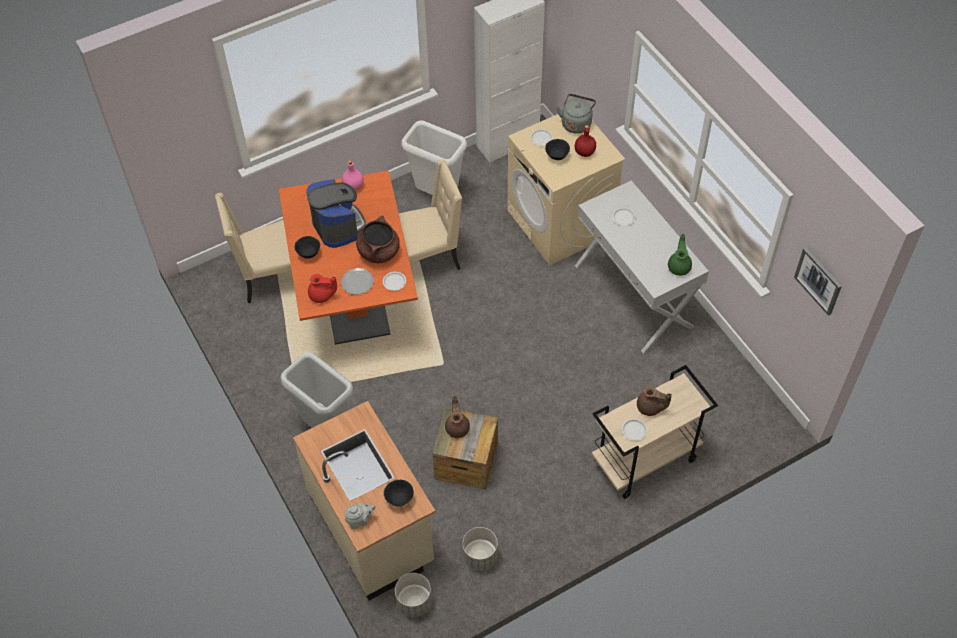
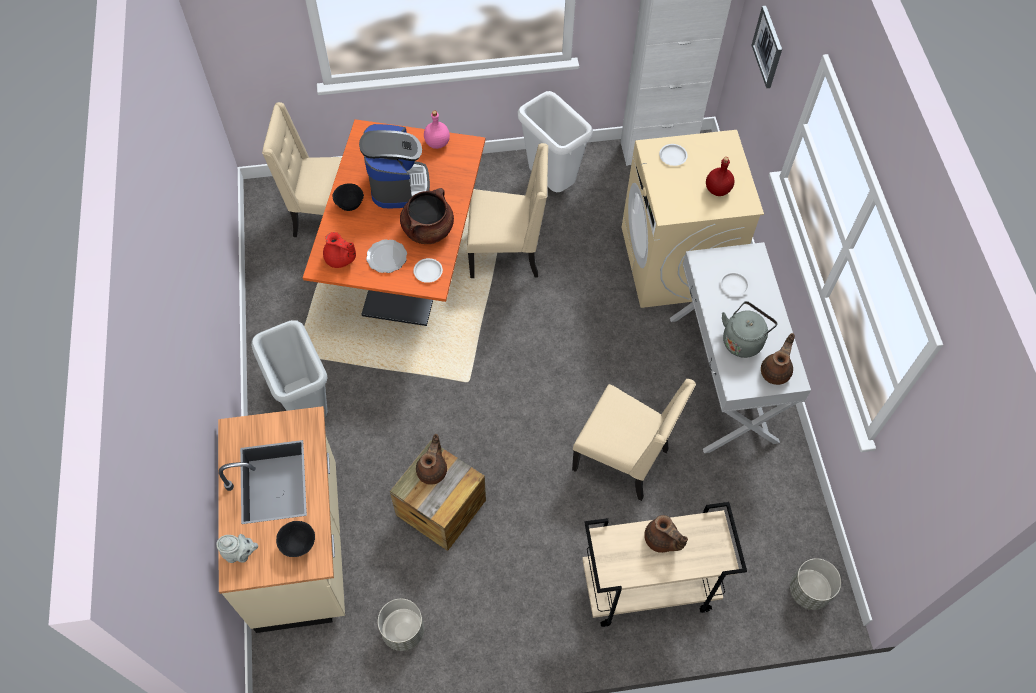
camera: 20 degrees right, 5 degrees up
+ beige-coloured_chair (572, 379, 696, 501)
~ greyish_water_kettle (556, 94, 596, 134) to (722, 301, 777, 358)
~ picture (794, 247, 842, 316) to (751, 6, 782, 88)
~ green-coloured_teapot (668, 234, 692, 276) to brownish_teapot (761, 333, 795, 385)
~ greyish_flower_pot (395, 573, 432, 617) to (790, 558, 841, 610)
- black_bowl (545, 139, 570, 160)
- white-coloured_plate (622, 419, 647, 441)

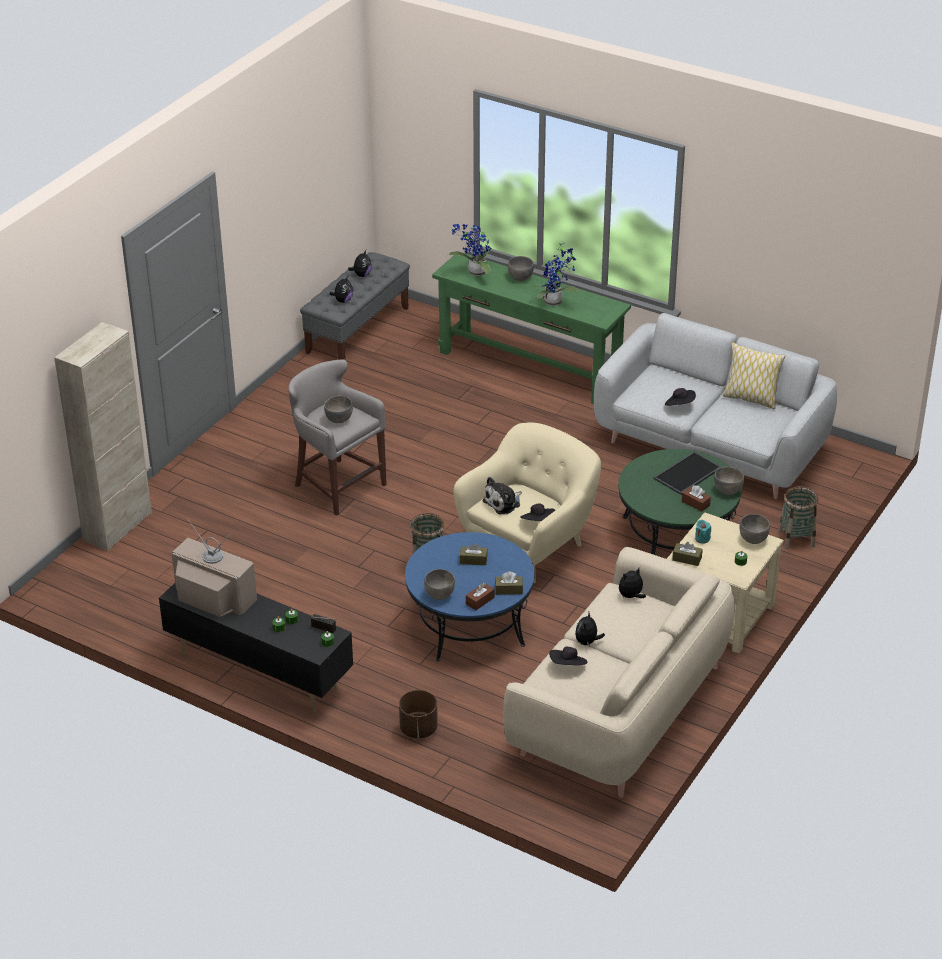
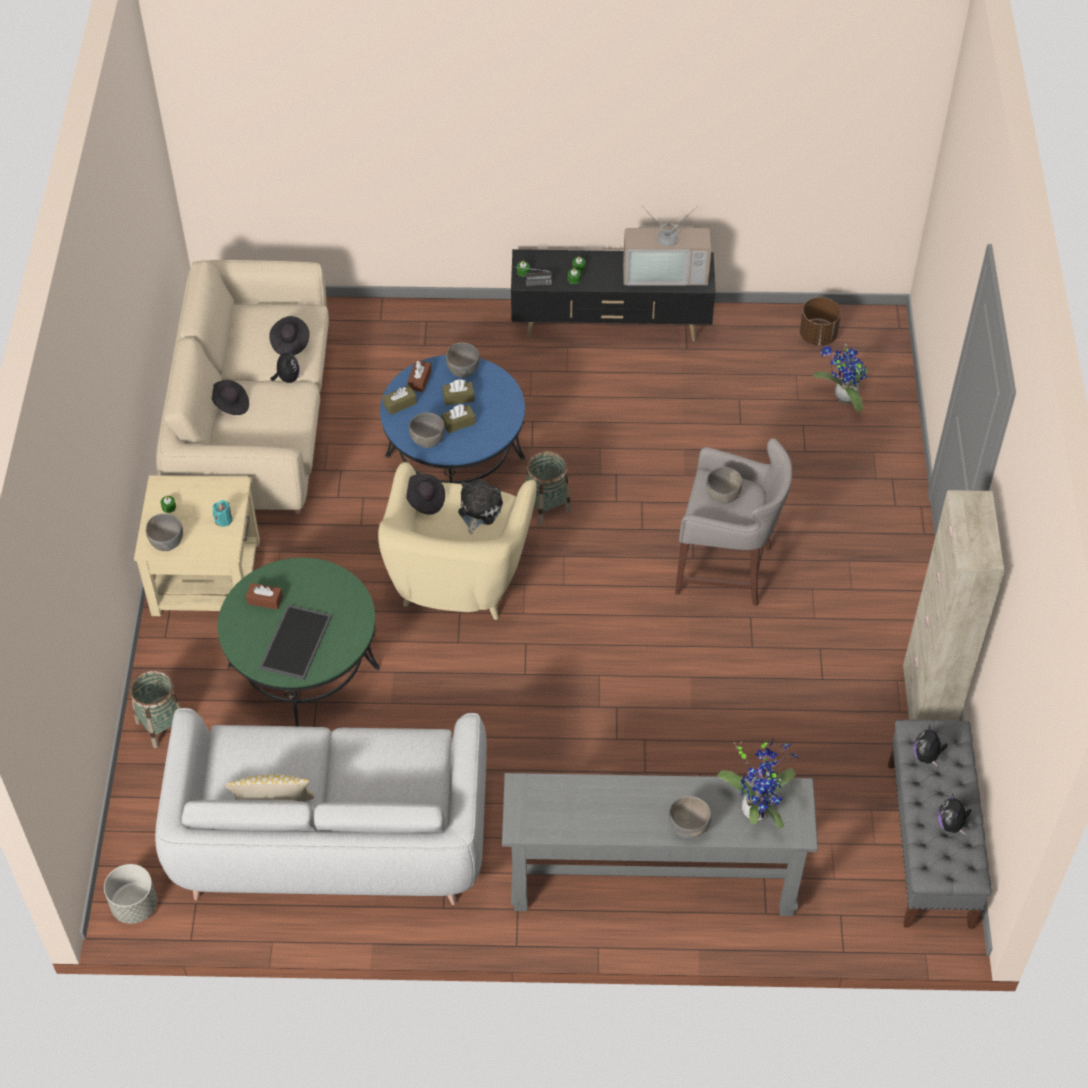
camera: 150 degrees right, 15 degrees up
+ greyish_flower_pot (104, 864, 157, 924)
~ black_hat (665, 388, 696, 406) to (211, 380, 249, 415)
~ greyish_bowl (714, 467, 744, 495) to (409, 412, 445, 448)
~ brownish_box_of_tissues (672, 542, 703, 566) to (442, 379, 475, 405)
~ green-coloured_hall_table (432, 254, 631, 404) to greyish_hall_table (502, 773, 818, 916)
~ brownish_flower_pot (399, 690, 438, 738) to (800, 297, 841, 346)
~ houseplant (533, 241, 579, 306) to (813, 344, 869, 412)
~ beige-coloured_cabinet (54, 322, 152, 551) to (903, 490, 1004, 721)
- cuddly_toy (619, 568, 646, 598)

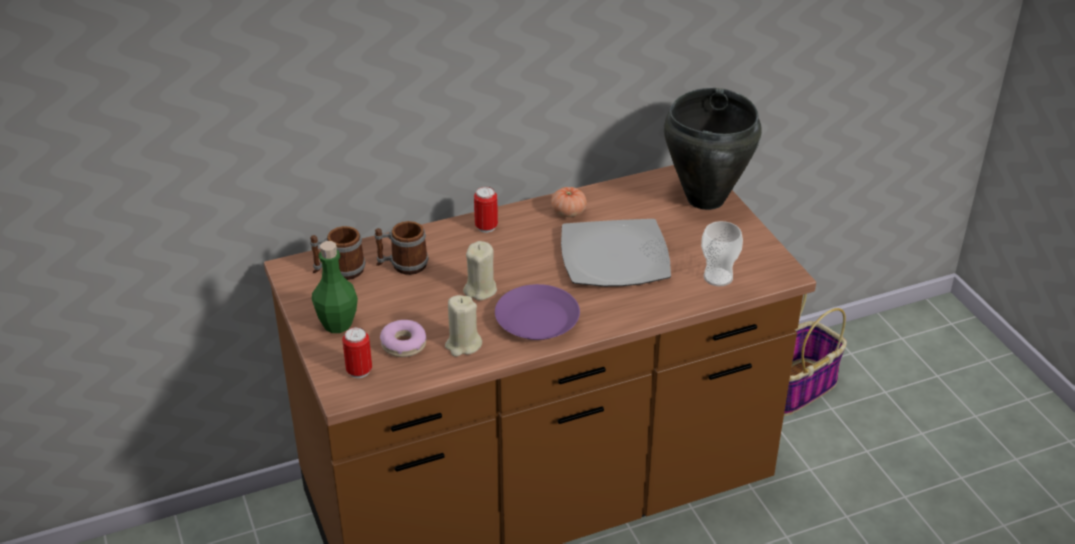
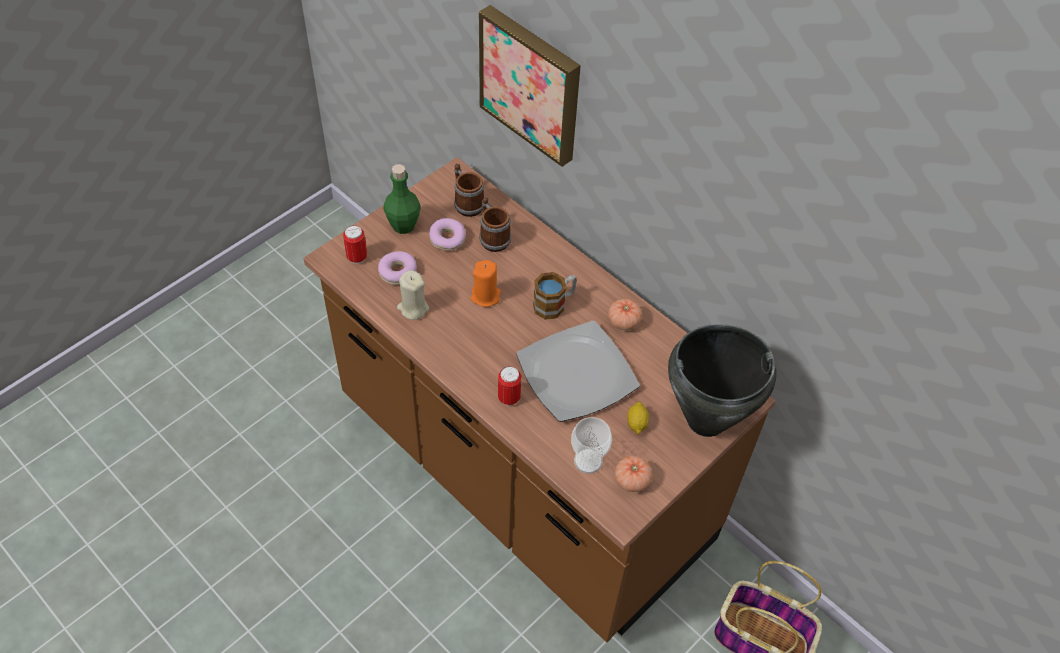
camera: 65 degrees right, 15 degrees up
+ donut (429, 218, 466, 251)
~ beige-coloured_wax_candle (463, 241, 497, 300) to orange-coloured_wax_candle (471, 260, 501, 307)
+ picture (479, 5, 581, 167)
~ sealed_can (474, 187, 498, 233) to (498, 366, 521, 405)
+ mug (533, 272, 577, 319)
+ whole_tomato (615, 456, 653, 492)
+ whole_lemon (627, 402, 649, 435)
- purple_plate (495, 284, 580, 340)

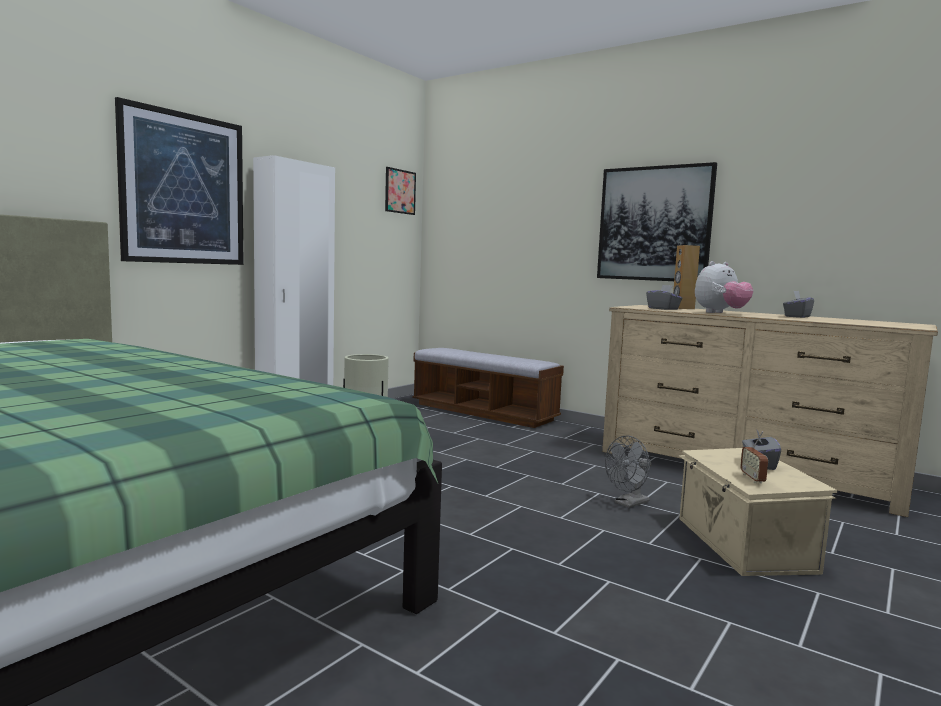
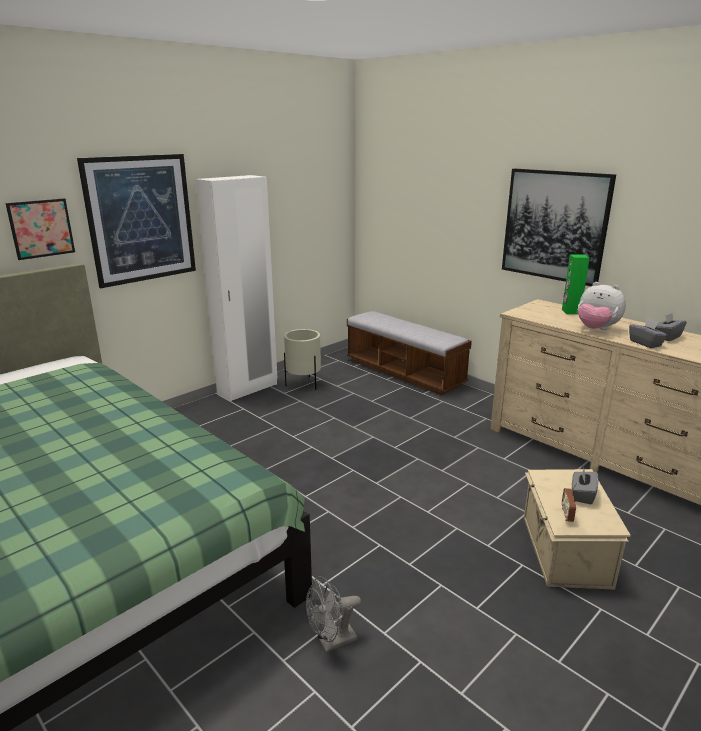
camera: 10 degrees right, 15 degrees up
~ picture (385, 167, 416, 215) to (5, 198, 75, 260)
~ greyish_electric_fan (605, 436, 652, 508) to (306, 576, 361, 653)
~ brownish_speaker (673, 245, 700, 309) to green-coloured_speaker (562, 254, 590, 314)
~ cuddly_toy (695, 261, 753, 313) = (578, 282, 626, 330) 60 degrees clockwise
~ greyish_box_of_tissues (646, 285, 683, 310) to (629, 319, 668, 348)

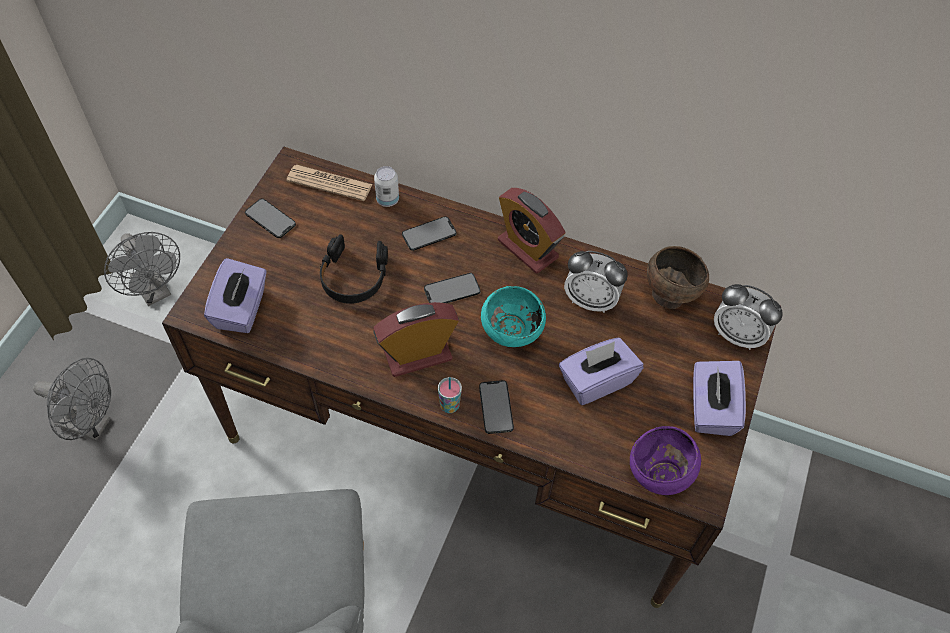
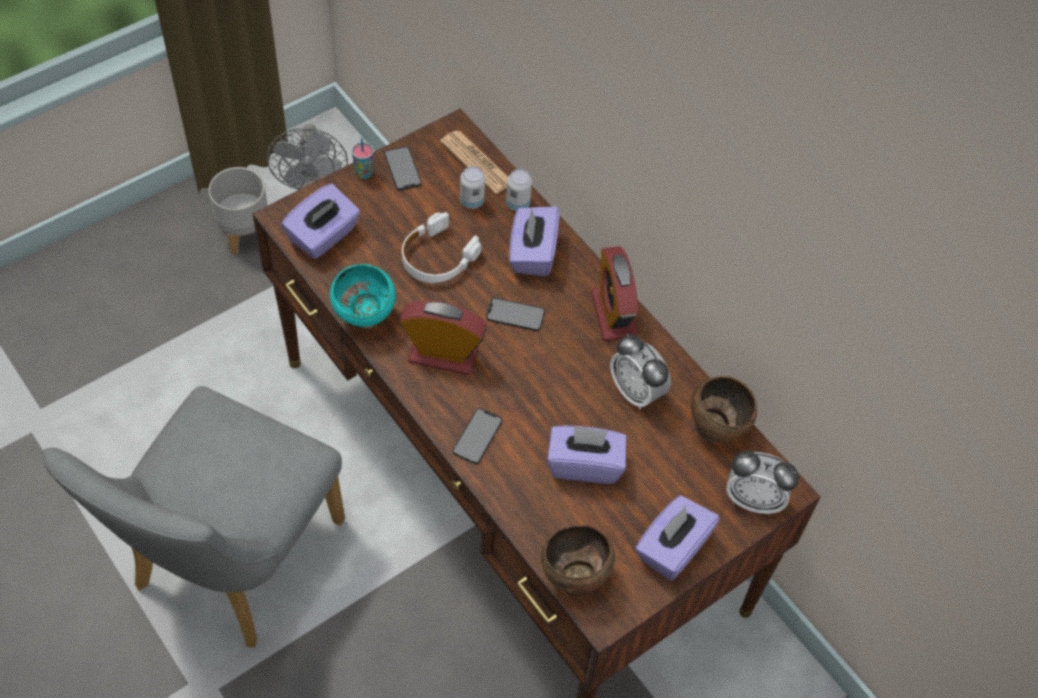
camera: 30 degrees right, 0 degrees up
+ greyish_flower_pot (209, 167, 268, 255)
~ turquoise_bowl (481, 286, 546, 347) to (330, 264, 396, 327)
~ small_cup (438, 377, 462, 413) to (352, 138, 374, 179)
~ black_headset (320, 234, 388, 304) to white-coloured_headset (402, 212, 482, 283)
+ sealed_can (460, 166, 485, 209)
~ telephone (402, 216, 457, 251) to purple_box_of_tissues (509, 207, 560, 277)
~ purple_bowl (630, 426, 701, 495) to brownish_bowl (541, 525, 615, 596)
~ alarm_clock (714, 284, 783, 350) = (726, 451, 799, 514) 45 degrees counterclockwise
- greyish_electric_fan (33, 358, 111, 441)

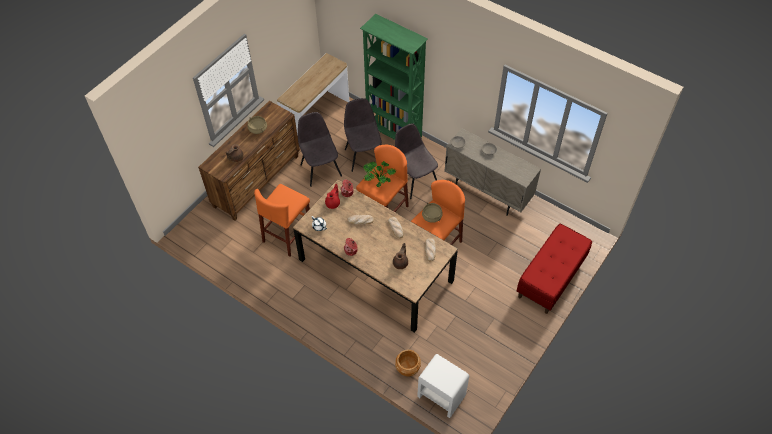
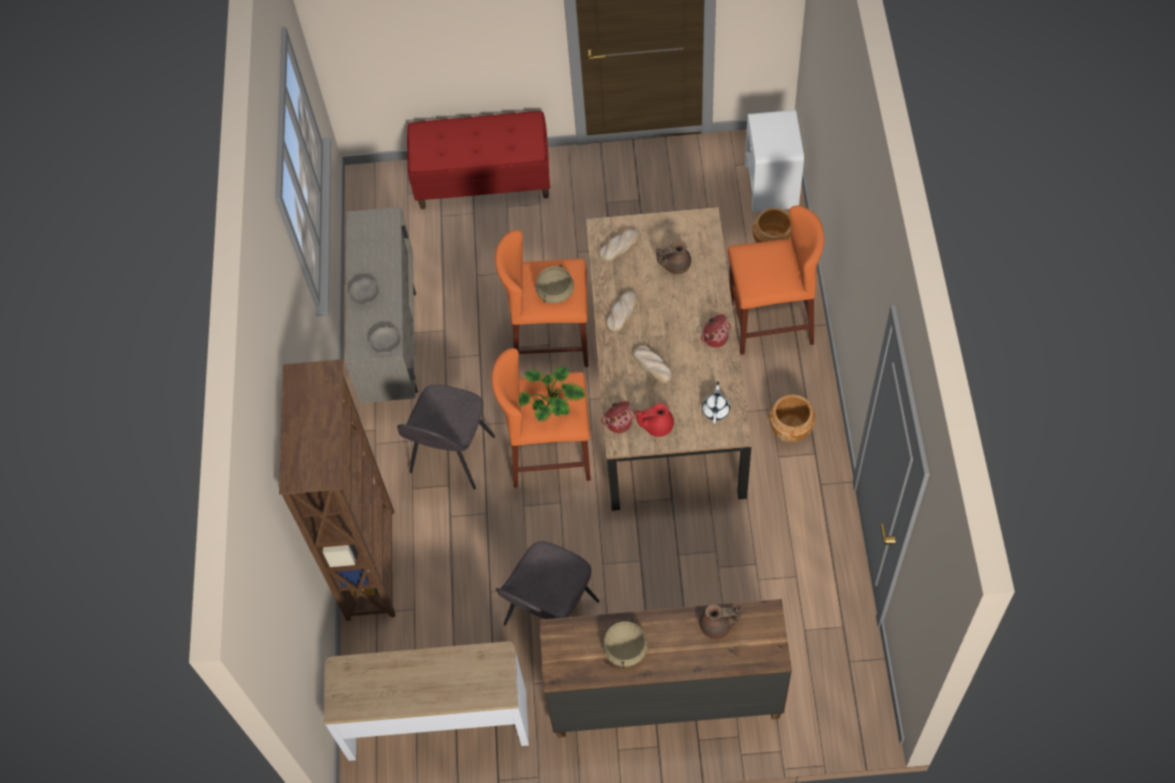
camera: 125 degrees left, 5 degrees up
~ green-coloured_bookcase (360, 14, 428, 140) to brownish_bookcase (279, 359, 395, 621)
~ orange-coloured_stool_seat (254, 184, 310, 257) to (728, 205, 824, 355)
+ brownish_flower_pot (769, 394, 815, 443)
- greyish_chair (344, 98, 382, 172)

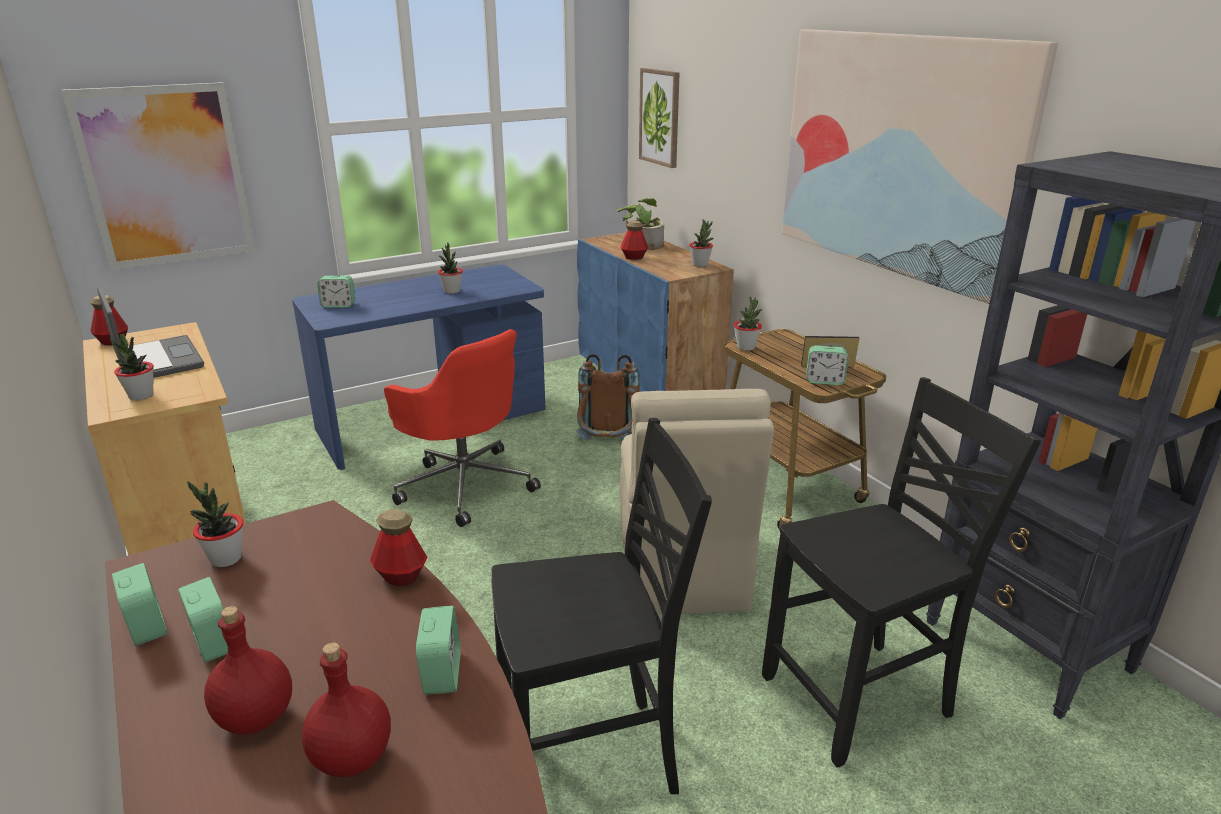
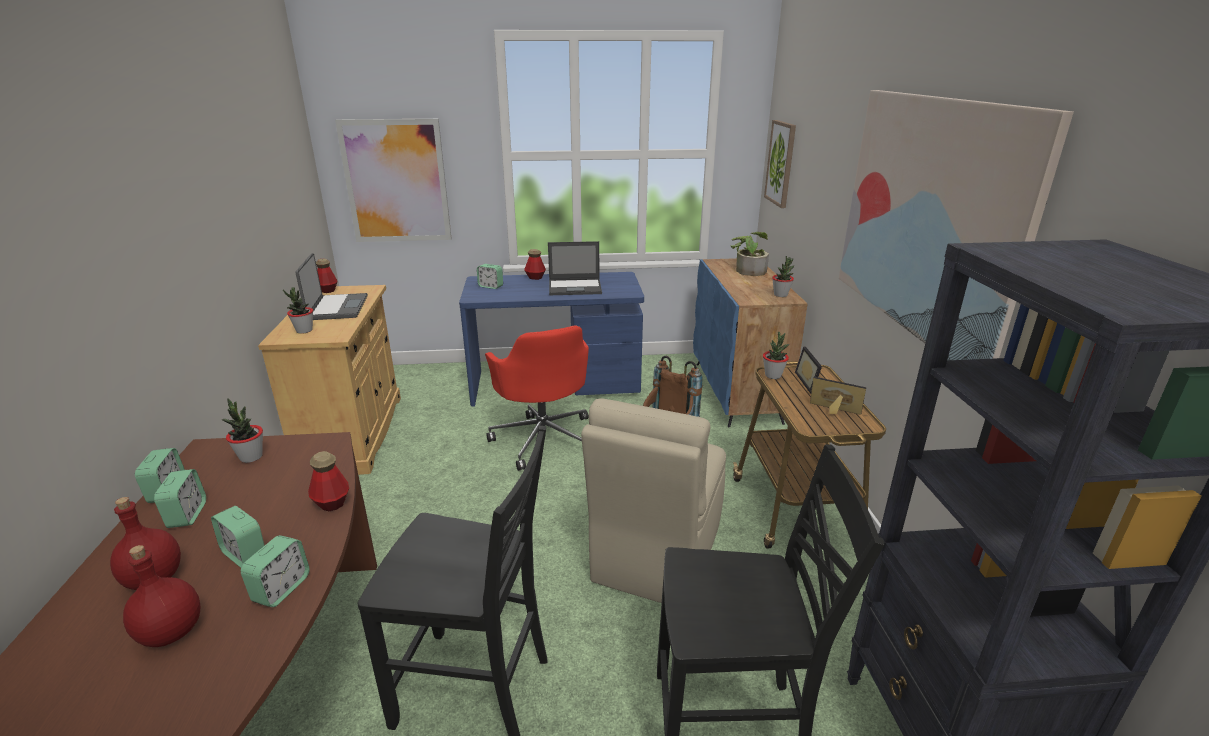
camera: 25 degrees right, 0 degrees up
~ alarm_clock (806, 345, 848, 385) to (211, 506, 265, 568)
~ bottle (620, 221, 648, 260) to (524, 249, 546, 280)
~ houseplant (438, 242, 463, 294) to laptop (548, 241, 602, 295)
+ standing_frame (795, 346, 822, 394)

